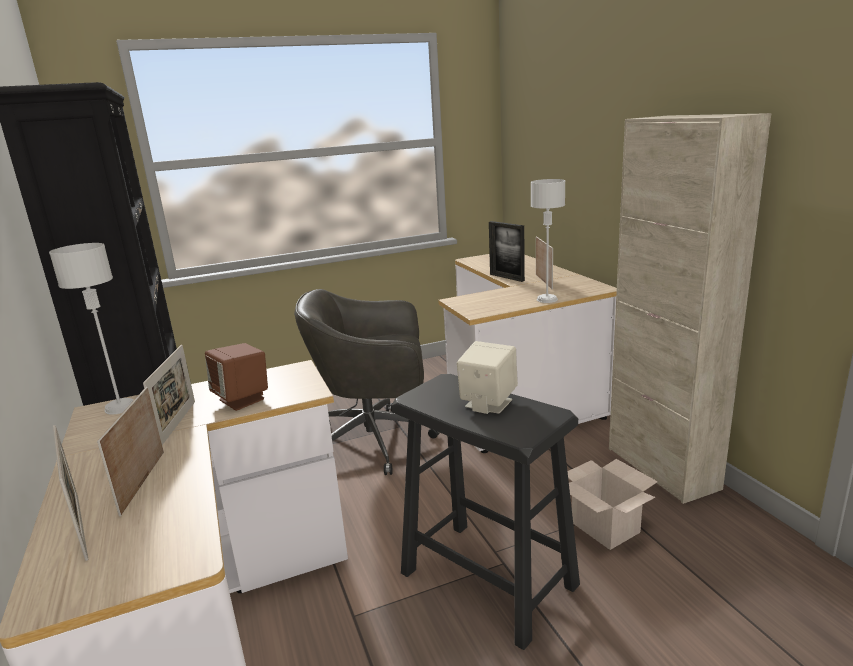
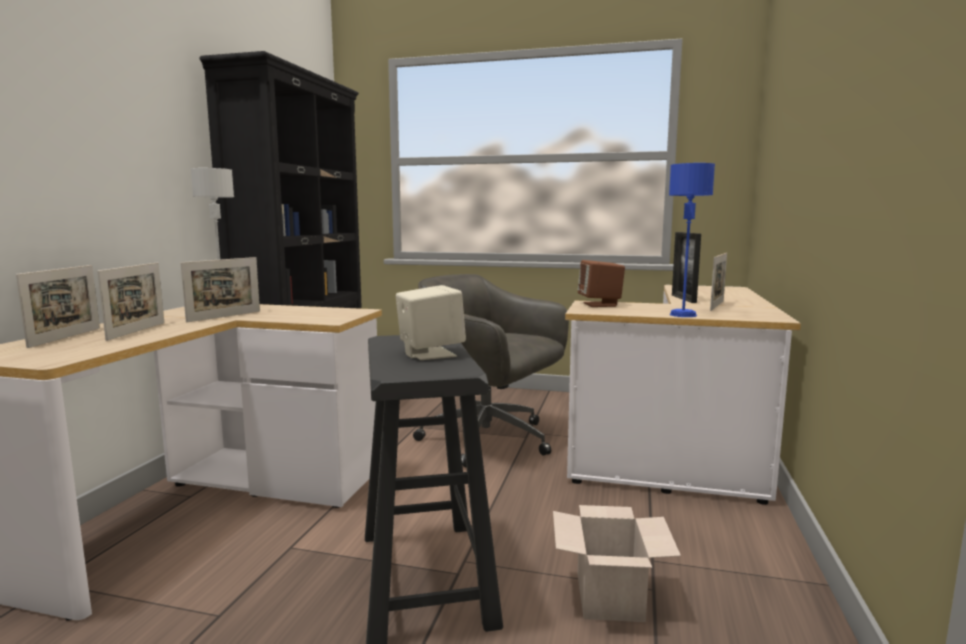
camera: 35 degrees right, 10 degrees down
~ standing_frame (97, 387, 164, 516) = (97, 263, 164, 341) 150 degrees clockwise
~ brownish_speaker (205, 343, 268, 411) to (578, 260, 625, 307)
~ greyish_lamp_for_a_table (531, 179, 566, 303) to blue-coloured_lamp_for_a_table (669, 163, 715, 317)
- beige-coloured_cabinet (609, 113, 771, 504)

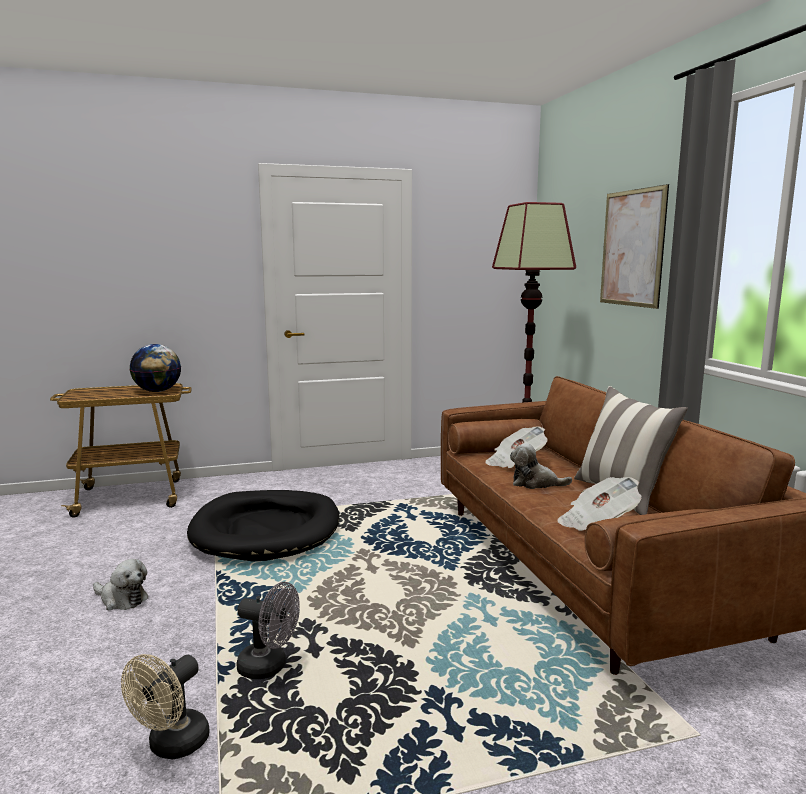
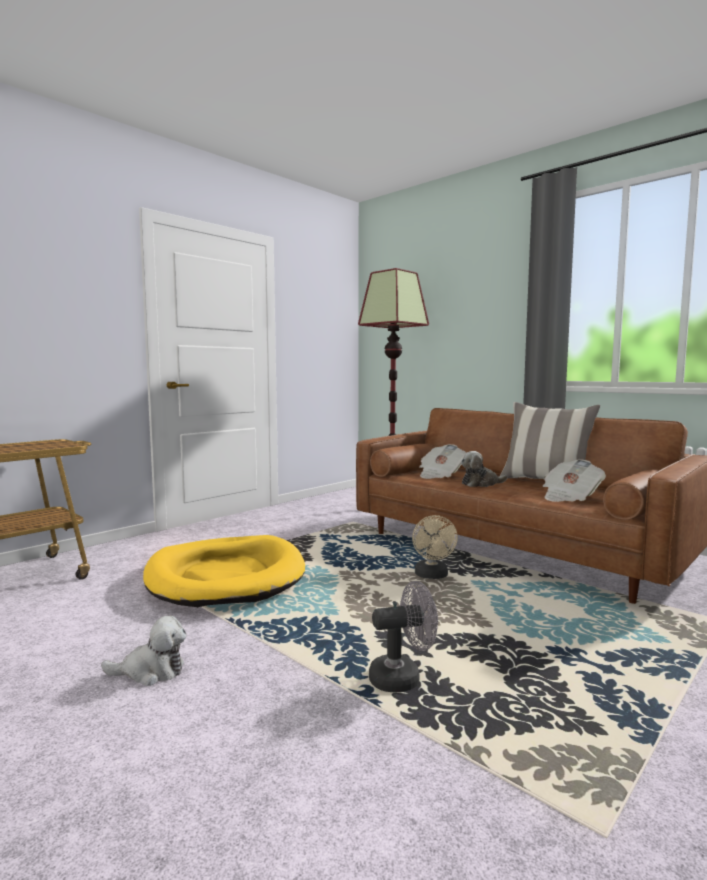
camera: 30 degrees left, 5 degrees down
~ black_dog_bed (187, 490, 339, 561) to yellow_dog_bed (143, 535, 305, 607)
~ beige-coloured_electric_fan (121, 654, 210, 760) to (412, 515, 458, 579)
- world_globe (130, 344, 181, 392)
- picture (600, 184, 669, 309)

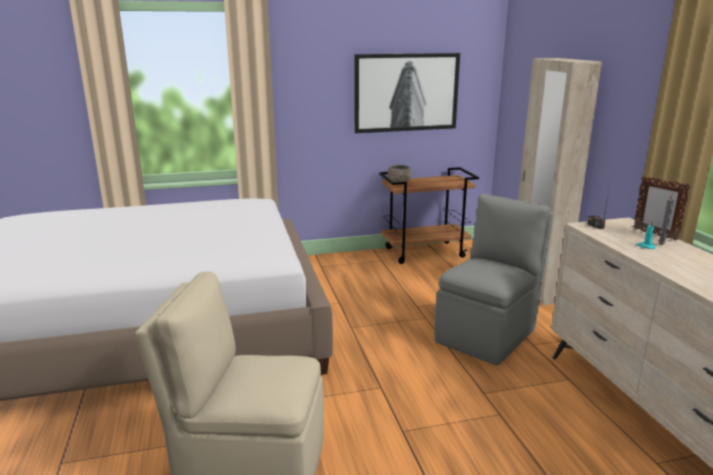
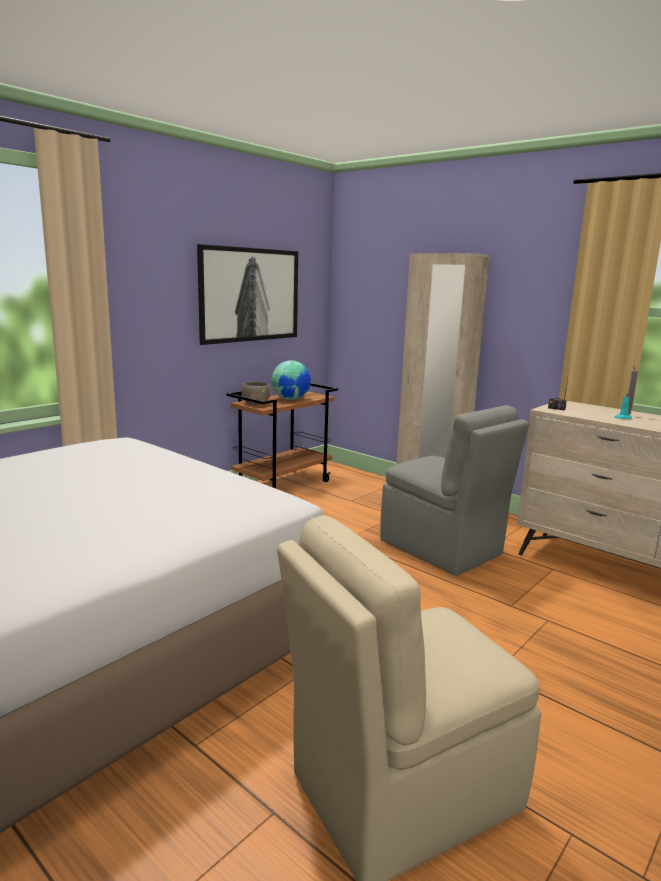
camera: 35 degrees left, 5 degrees down
+ world_globe (271, 360, 311, 400)
~ greyish_chair (435, 194, 554, 365) = (380, 405, 529, 576) 135 degrees clockwise
- standing_frame (633, 176, 690, 241)

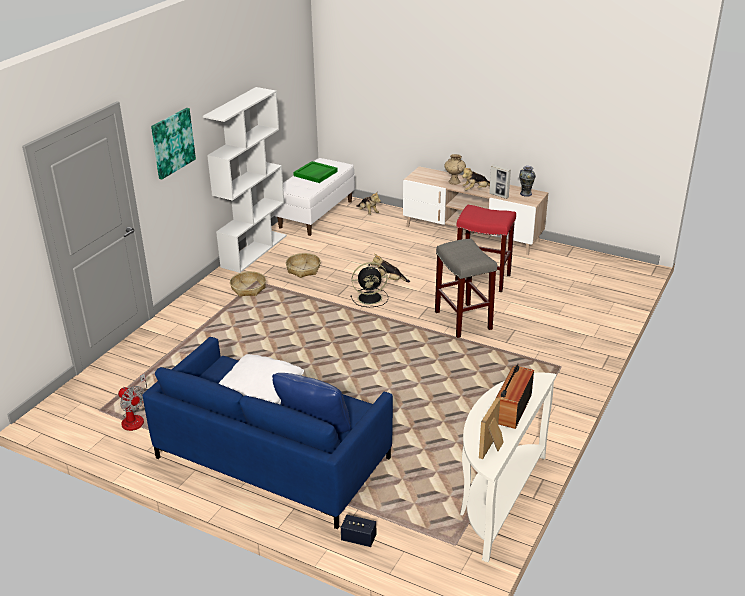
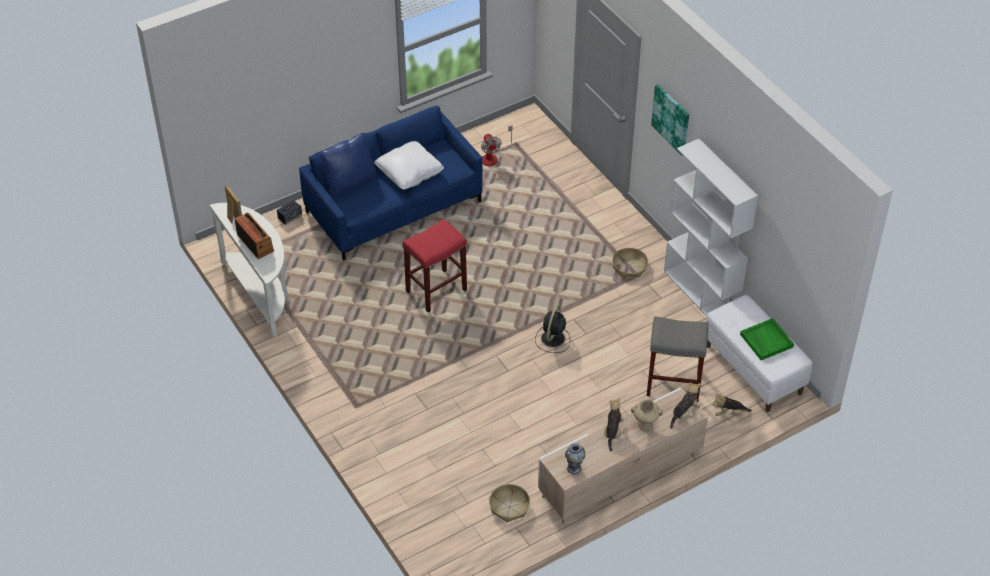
camera: 120 degrees right, 15 degrees up
~ red-coloured_stool_seat (455, 205, 516, 292) to (402, 219, 467, 313)
~ electric_fan (118, 373, 148, 431) = (481, 126, 512, 166) 90 degrees counterclockwise
~ household_basket (286, 253, 321, 278) to (489, 484, 530, 522)
~ greyish_stool_seat (435, 239, 497, 338) to (647, 316, 709, 402)
~ cuddly_toy (371, 254, 410, 282) to (670, 382, 700, 429)
- standing_frame (489, 164, 511, 199)

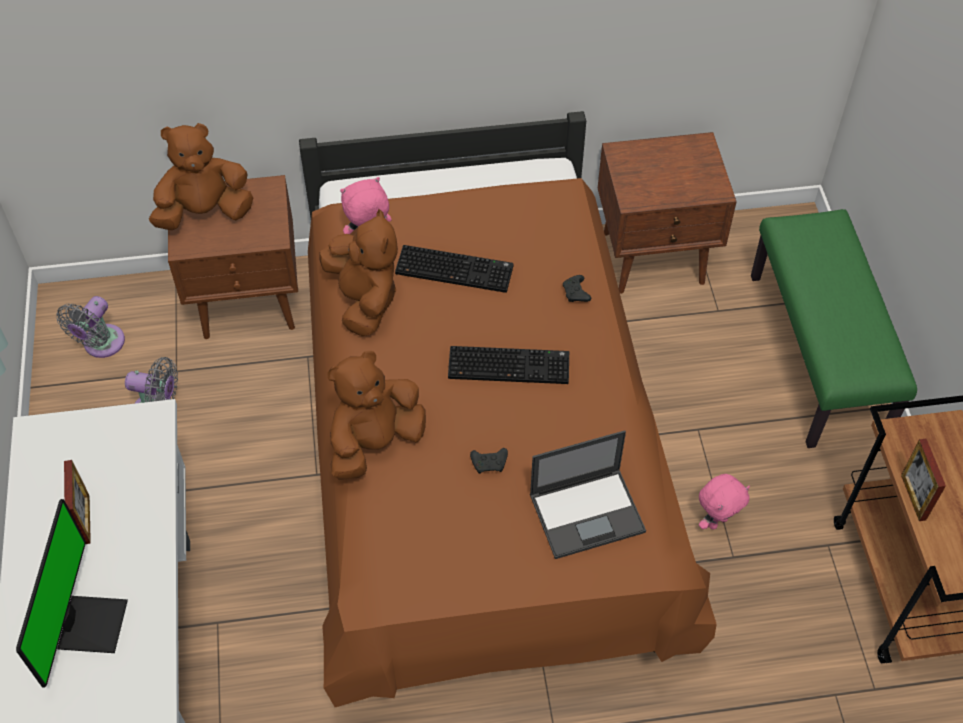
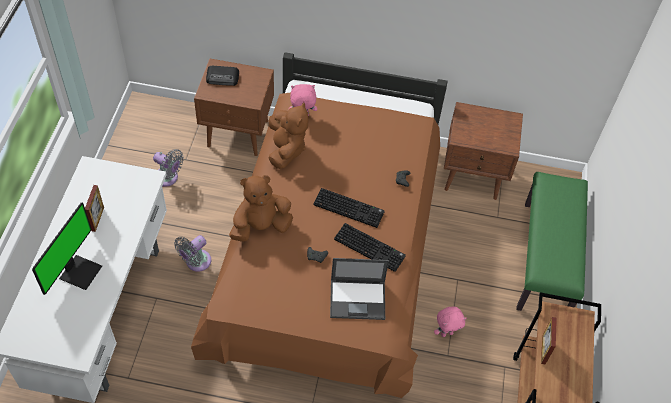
camera: 15 degrees right, 0 degrees up
~ greyish_electric_fan (56, 296, 125, 358) to (174, 235, 211, 272)
~ brownish_cuddly_toy (149, 123, 253, 230) to radio_receiver (206, 66, 239, 86)
~ PC_keyboard (395, 245, 513, 293) to (334, 223, 406, 272)

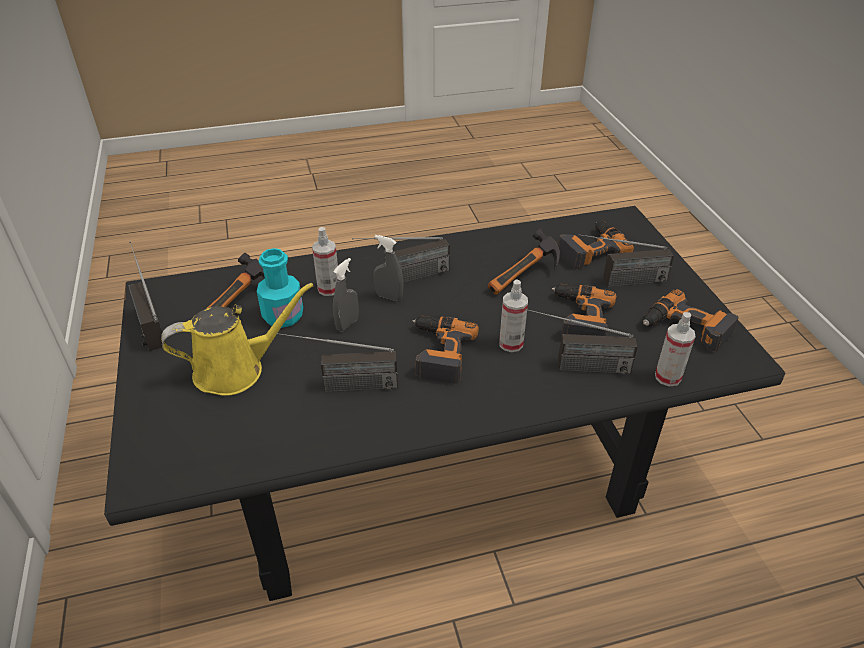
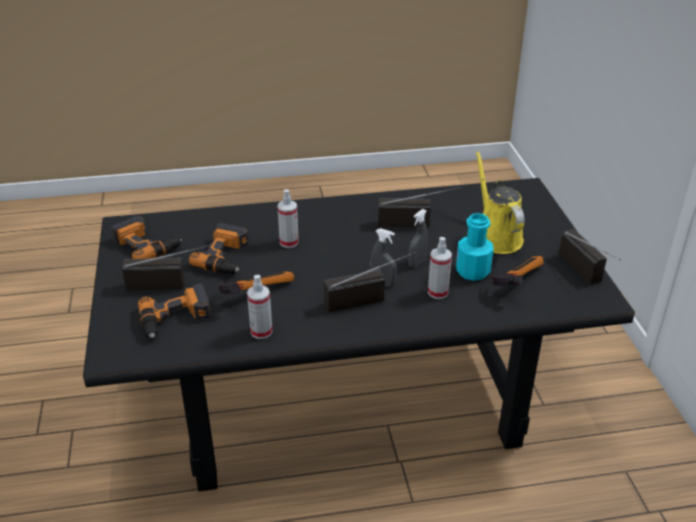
camera: 175 degrees left, 5 degrees down
~ sprayer (655, 312, 696, 387) to (247, 275, 273, 339)
~ yellow_watering_can (161, 283, 313, 396) = (476, 151, 525, 254) 90 degrees clockwise
- power_drill (413, 316, 479, 384)
- radio_receiver (525, 308, 637, 374)

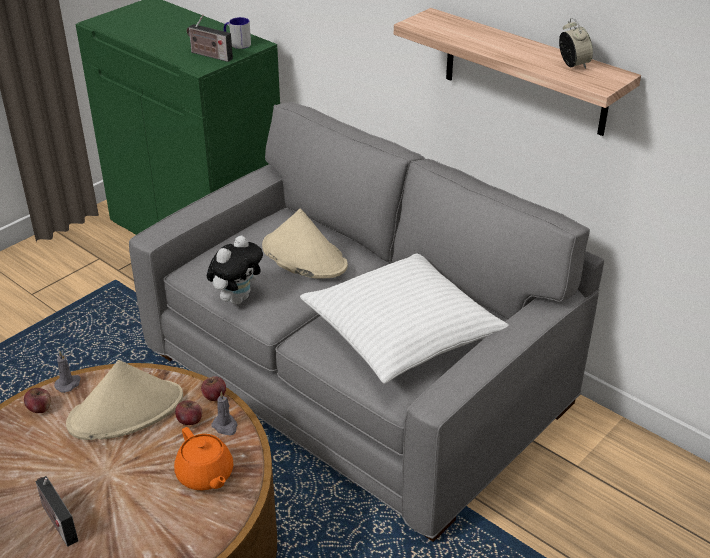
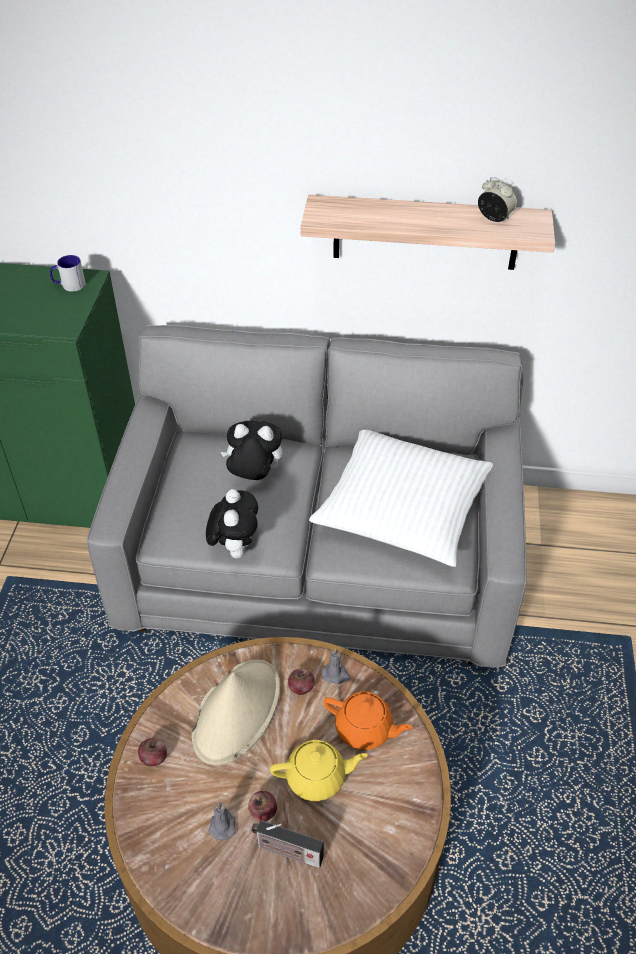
camera: 35 degrees left, 10 degrees up
~ greyish_wax_candle (54, 351, 81, 393) to (209, 802, 236, 840)
~ beige-coloured_hat (262, 209, 348, 279) to cuddly_toy (221, 420, 282, 480)
~ whole_apple (201, 376, 226, 401) to (248, 791, 277, 821)
+ yellow_teapot (270, 740, 368, 801)
- radio_receiver (187, 14, 233, 62)

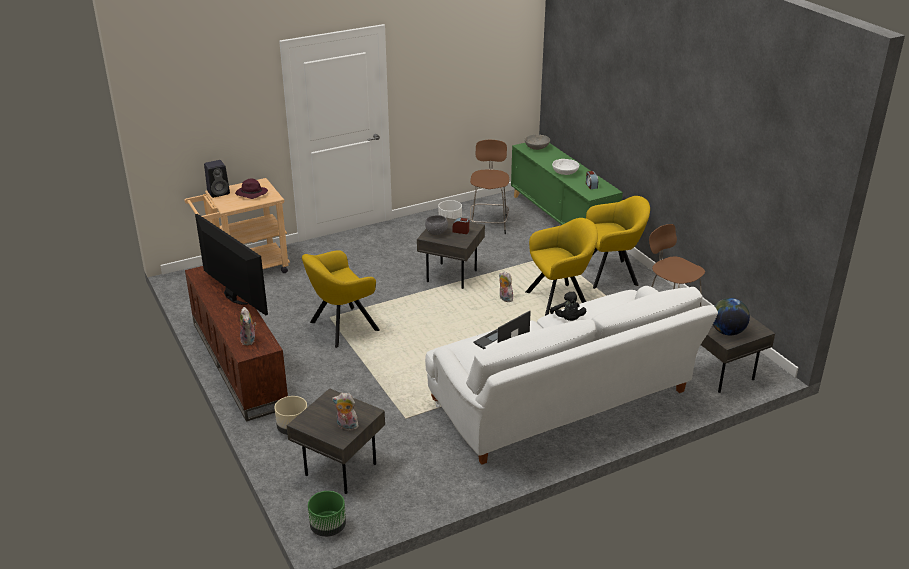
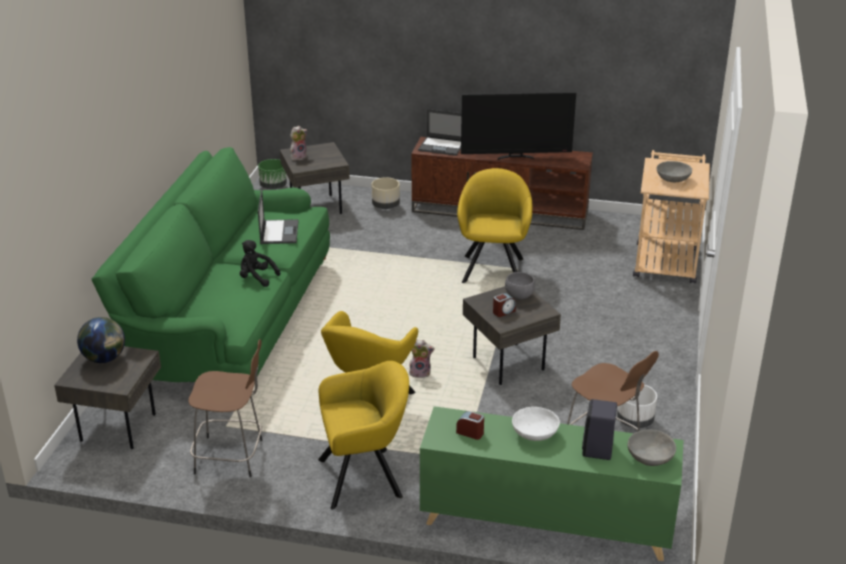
camera: 130 degrees right, 0 degrees up
~ white-coloured_couch (425, 286, 718, 465) to green-coloured_couch (92, 147, 330, 382)
~ yellow_easy_chair (586, 196, 650, 289) = (318, 361, 409, 510) 135 degrees counterclockwise
~ cuddly_toy (240, 307, 256, 346) to laptop (418, 109, 462, 156)
~ black_speaker (204, 160, 230, 198) to (582, 399, 617, 460)
~ purple_hat (235, 179, 268, 199) to greyish_bowl (657, 161, 692, 183)

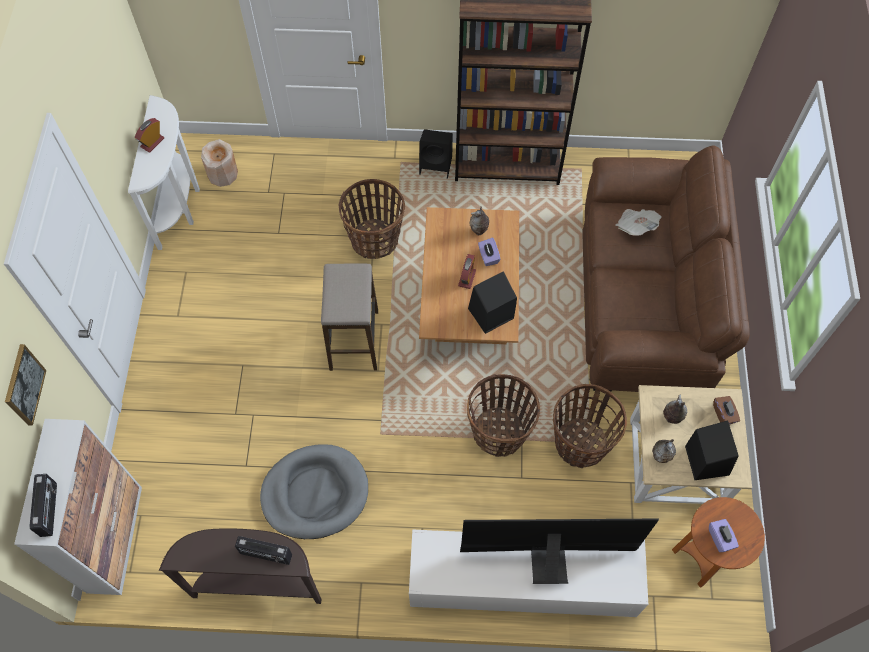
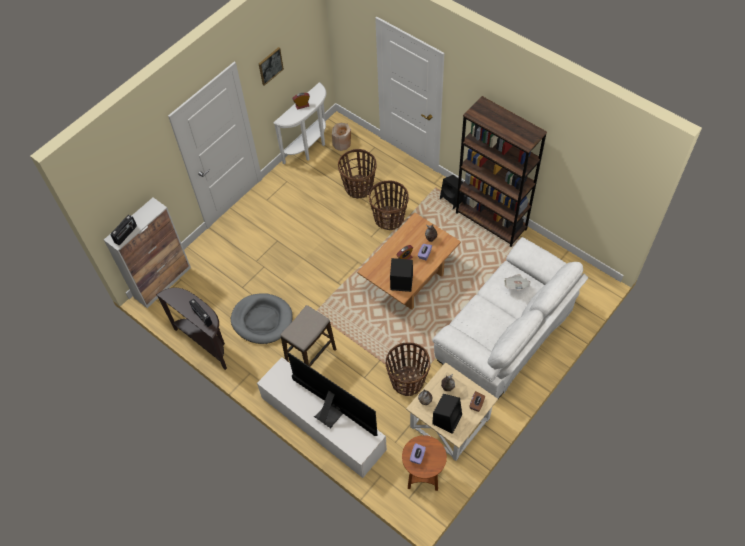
camera: 40 degrees right, 5 degrees down
~ picture (5, 344, 47, 426) to (259, 47, 284, 86)
~ stool_seat (321, 263, 378, 371) to (281, 305, 336, 367)
~ household_basket (467, 374, 540, 457) to (338, 149, 377, 199)
~ brownish_couch (582, 145, 750, 392) to white-coloured_couch (433, 237, 588, 399)

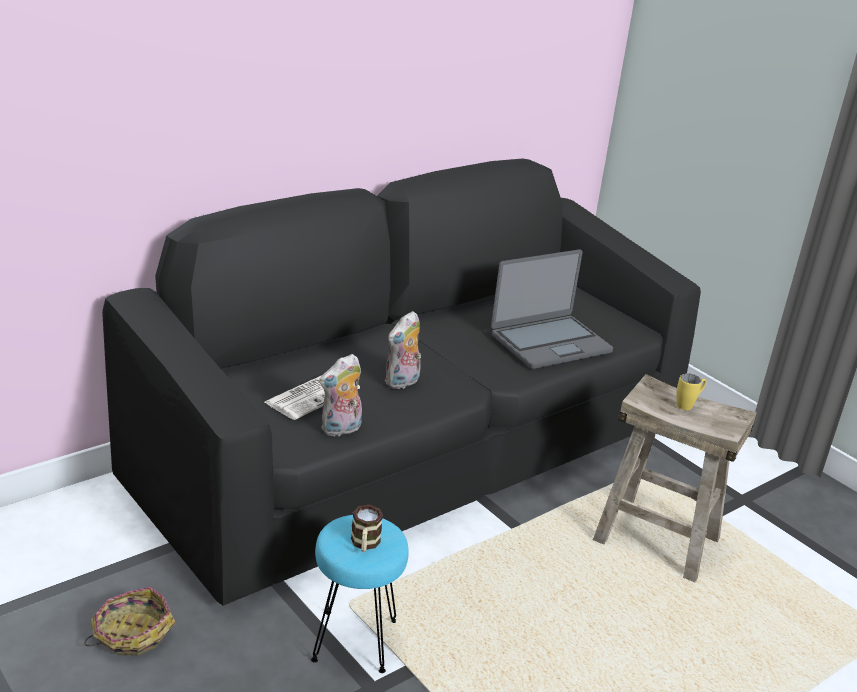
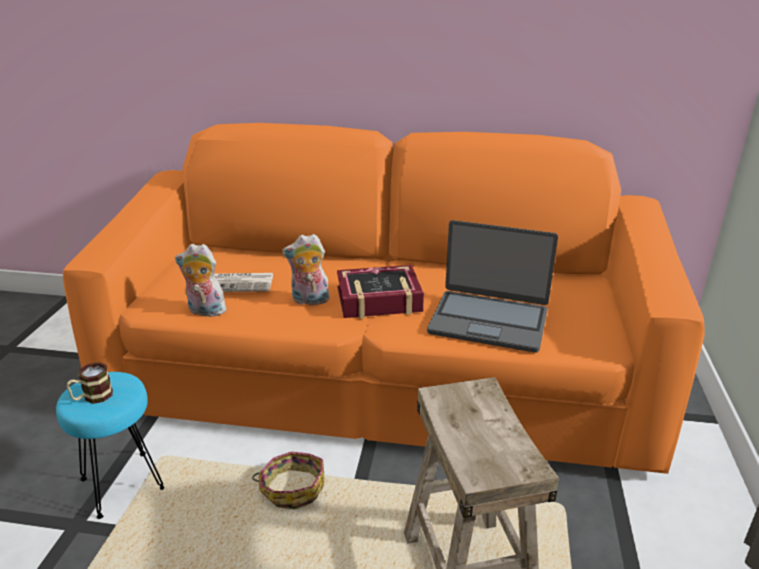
camera: 50 degrees right, 0 degrees up
~ black_couch (102, 159, 701, 606) to orange-coloured_couch (63, 123, 705, 474)
~ household_basket (84, 587, 175, 655) to (252, 451, 325, 509)
+ bound_book (337, 265, 424, 319)
- yellow_mug (676, 373, 706, 410)

